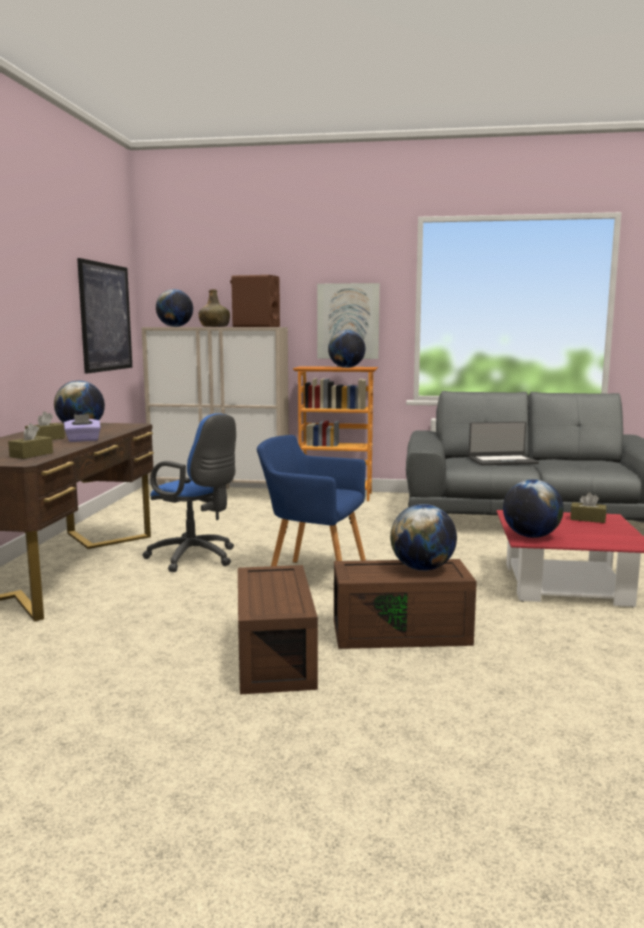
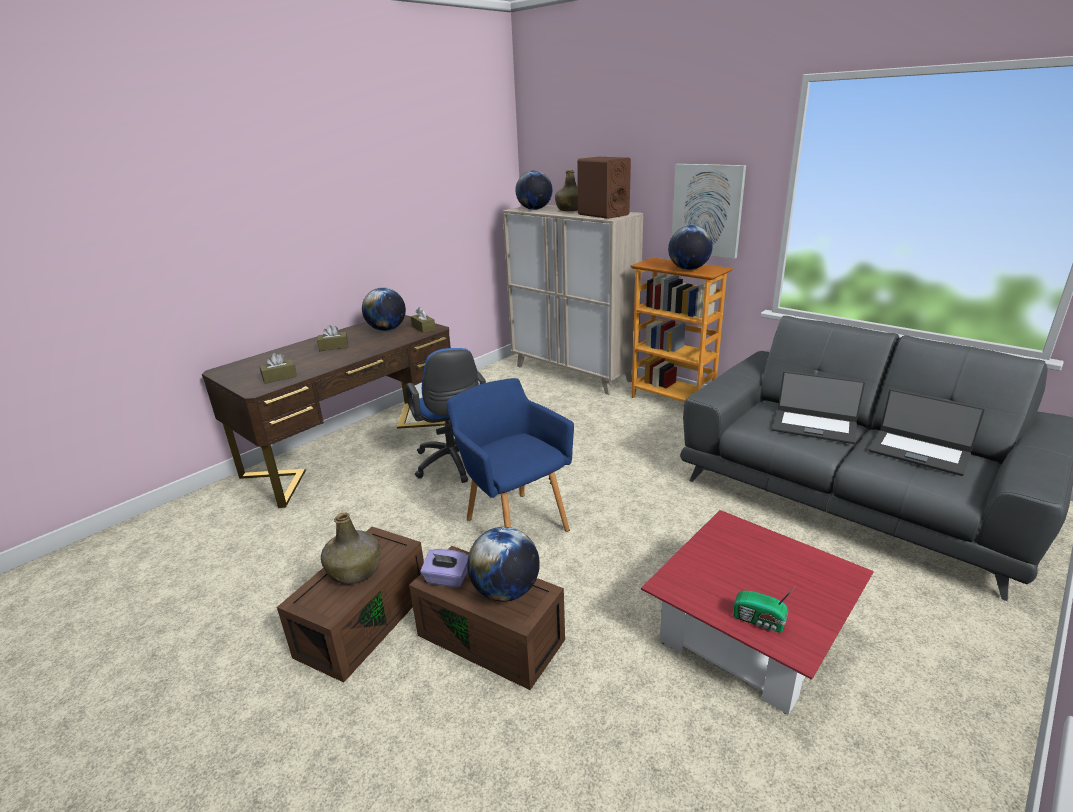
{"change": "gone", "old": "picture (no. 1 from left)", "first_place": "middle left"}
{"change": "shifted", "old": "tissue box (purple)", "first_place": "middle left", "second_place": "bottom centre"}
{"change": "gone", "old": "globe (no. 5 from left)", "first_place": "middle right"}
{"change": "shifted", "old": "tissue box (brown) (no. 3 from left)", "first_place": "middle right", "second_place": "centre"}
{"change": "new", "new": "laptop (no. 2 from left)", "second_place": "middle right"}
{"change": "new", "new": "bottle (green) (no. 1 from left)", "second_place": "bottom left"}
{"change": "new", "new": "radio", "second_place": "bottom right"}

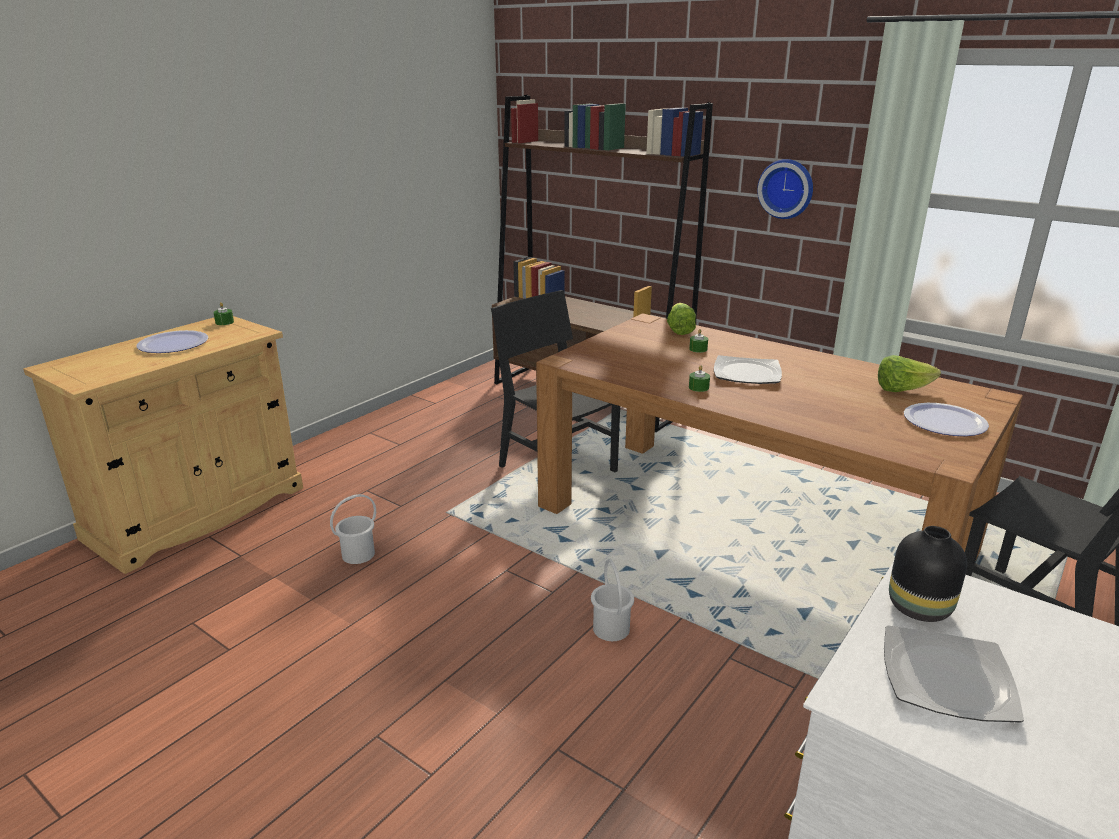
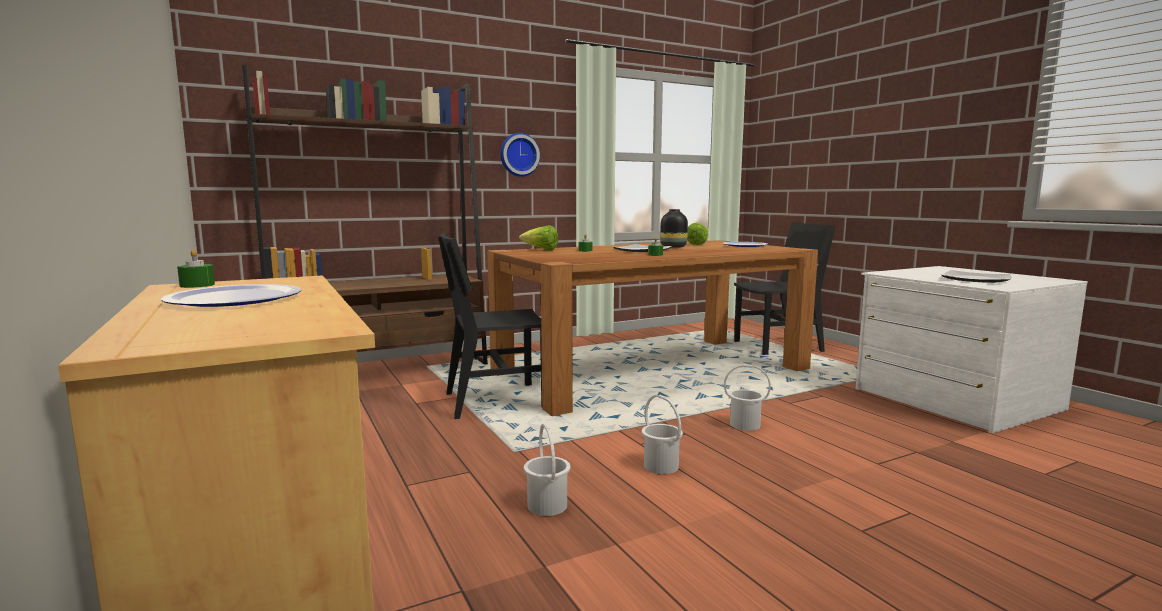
{"change": "shifted", "old": "vase (black)", "first_place": "bottom right", "second_place": "centre"}
{"change": "new", "new": "bucket (white) (no. 2 from left)", "second_place": "bottom centre"}

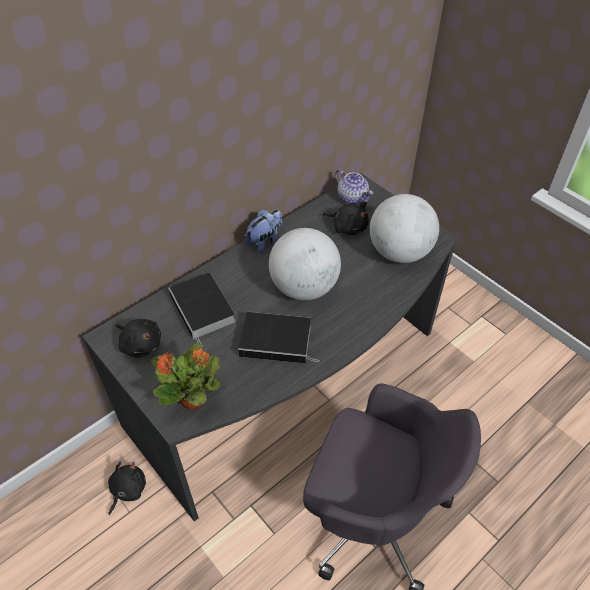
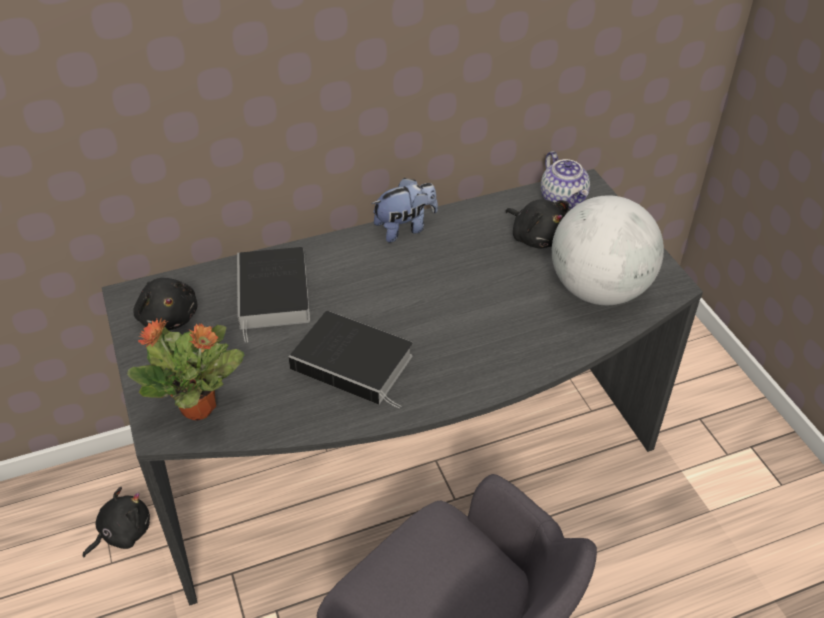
{"change": "gone", "old": "globe (no. 1 from left)", "first_place": "centre"}

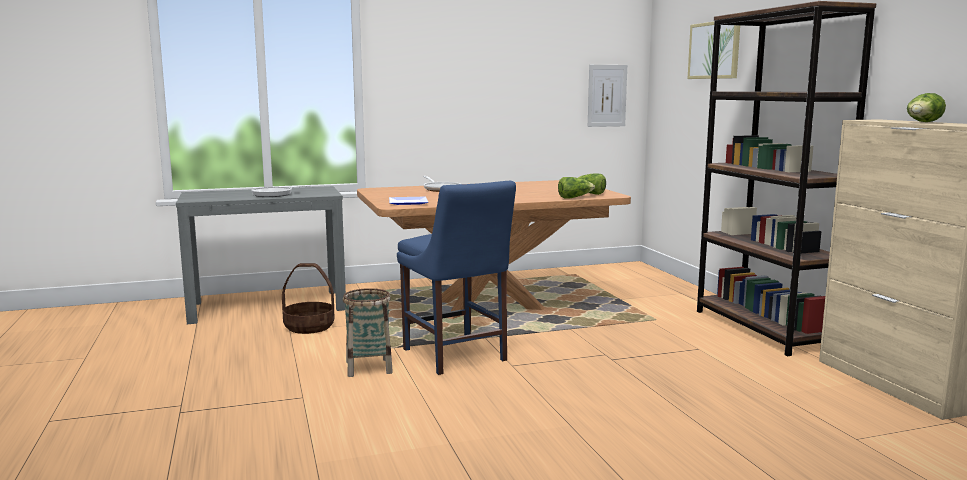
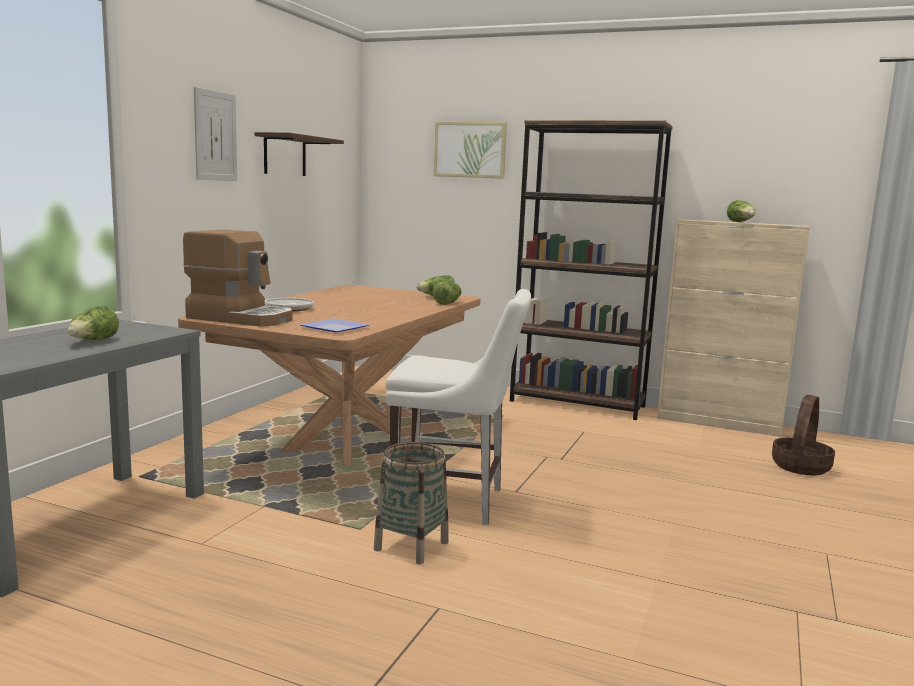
{"change": "shifted", "old": "picture (no. 1 from left)", "first_place": "top centre", "second_place": "top left"}
{"change": "repainted", "old": "chair (blue)", "new": "chair (white)", "first_place": "centre", "second_place": "centre"}
{"change": "swapped", "old": "frying pan (no. 1 from left)", "new": "lettuce (no. 1 from left)", "first_place": "middle left", "second_place": "middle left"}
{"change": "shifted", "old": "basket (no. 1 from left in the first image)", "new": "basket (no. 2 from left)", "first_place": "middle left", "second_place": "middle right"}
{"change": "new", "new": "shelf", "second_place": "top left"}
{"change": "new", "new": "coffee machine", "second_place": "middle left"}

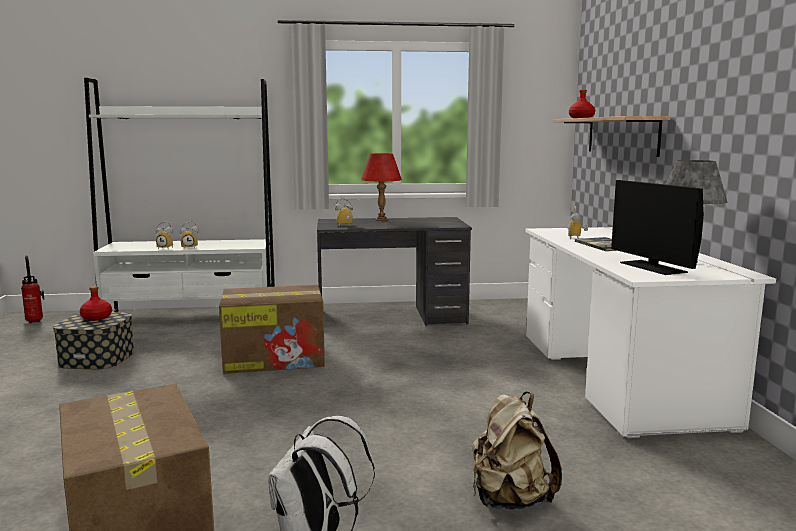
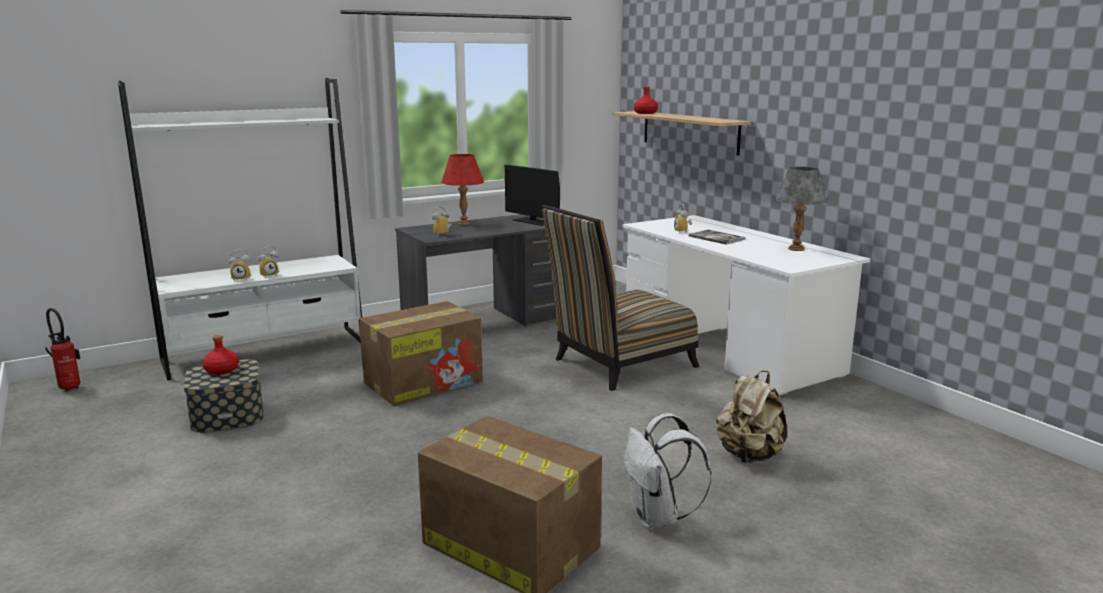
{"change": "shifted", "old": "monitor", "first_place": "middle right", "second_place": "top centre"}
{"change": "new", "new": "chair", "second_place": "centre"}

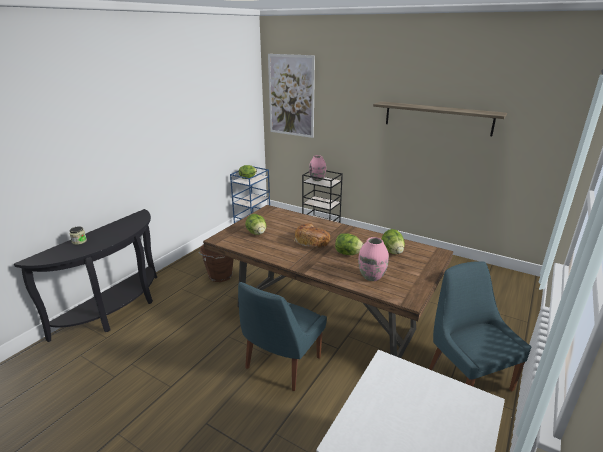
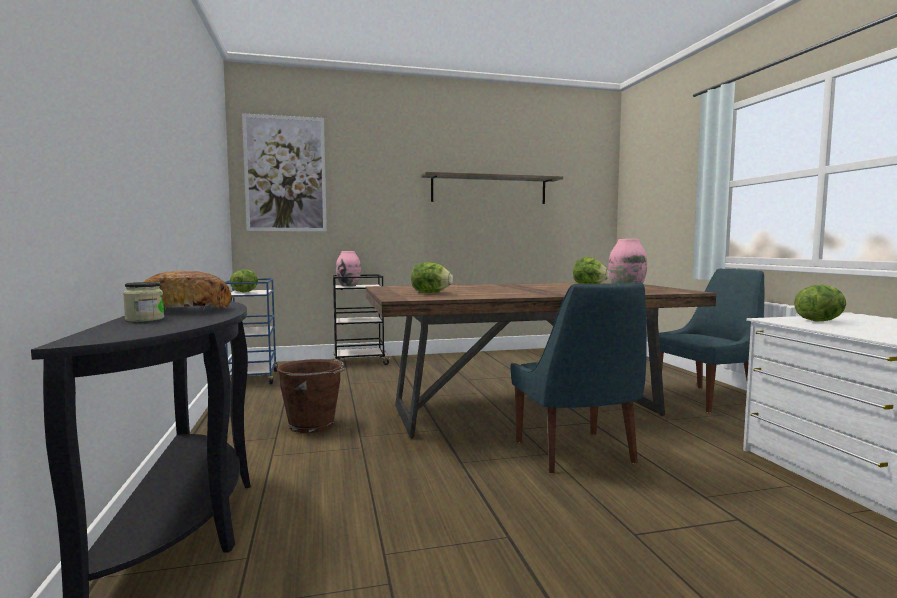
{"change": "shifted", "old": "bread", "first_place": "centre", "second_place": "middle left"}
{"change": "shifted", "old": "lettuce (no. 3 from left in the first image)", "new": "lettuce (no. 4 from left)", "first_place": "centre", "second_place": "middle right"}
{"change": "rotated", "old": "chair (blue) (no. 2 from left)", "first_place": "bottom right", "second_place": "middle right", "degrees": 135}

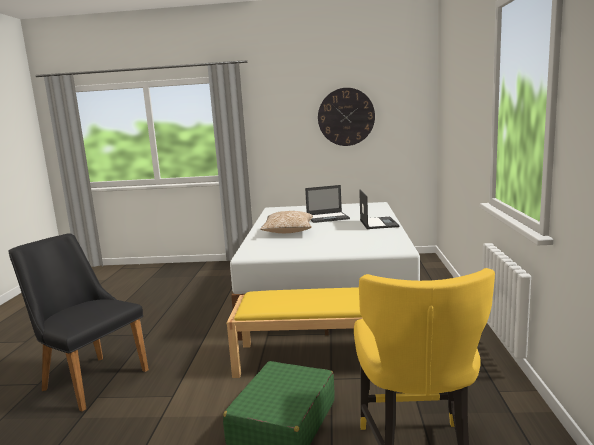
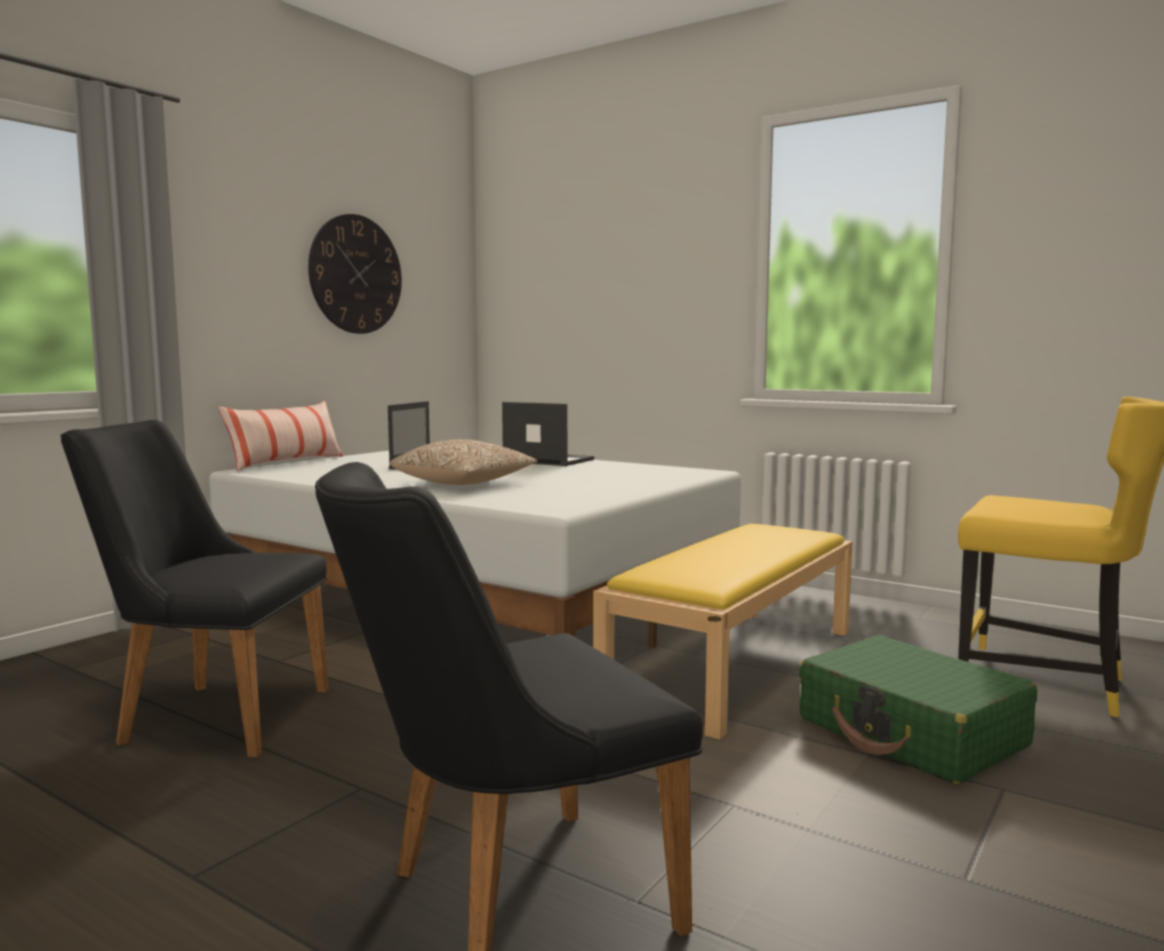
{"change": "new", "new": "pillow (no. 1 from left)", "second_place": "middle left"}
{"change": "new", "new": "chair (black) (no. 1 from left)", "second_place": "middle left"}

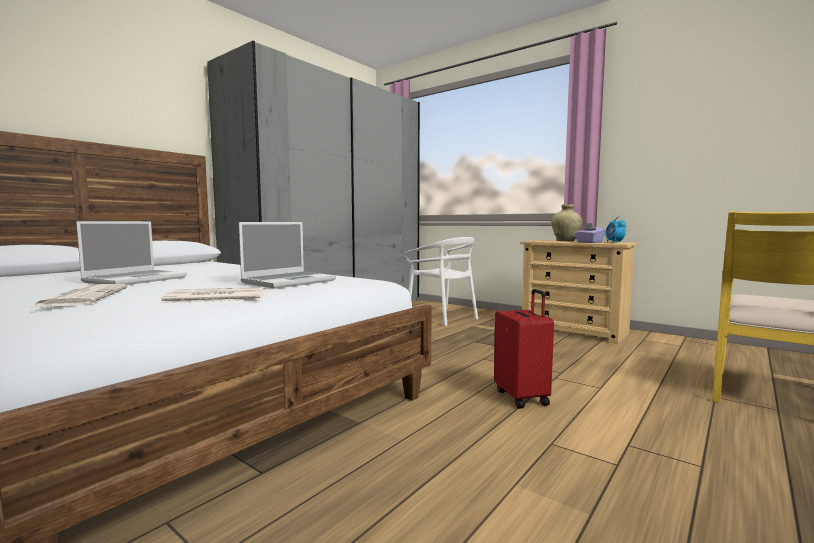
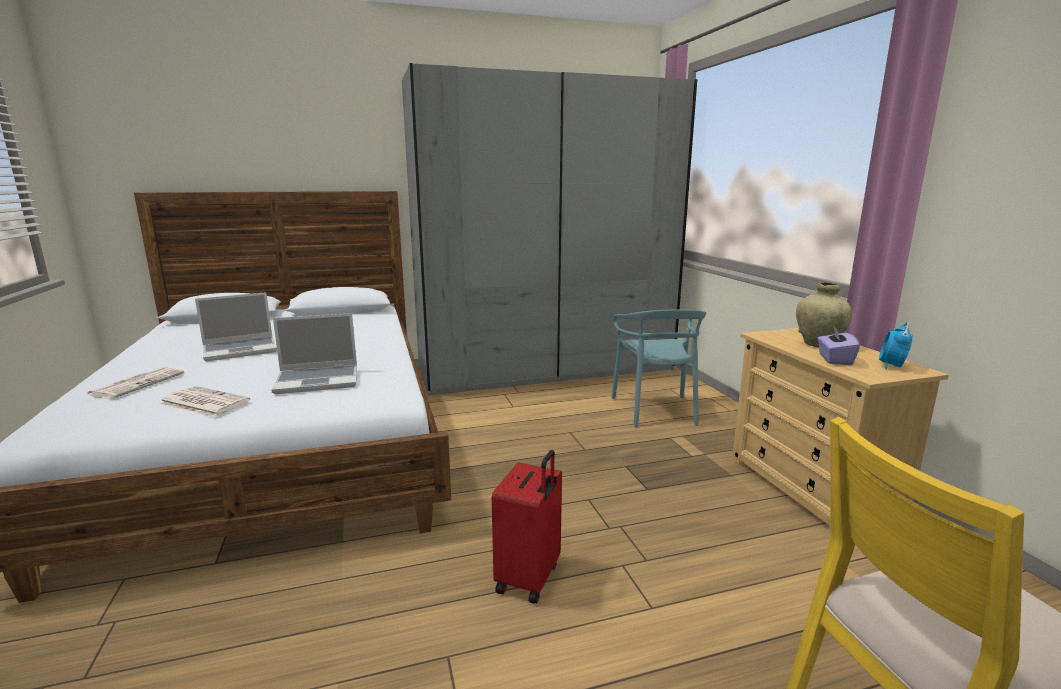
{"change": "repainted", "old": "chair (white)", "new": "chair (turquoise)", "first_place": "centre", "second_place": "centre"}

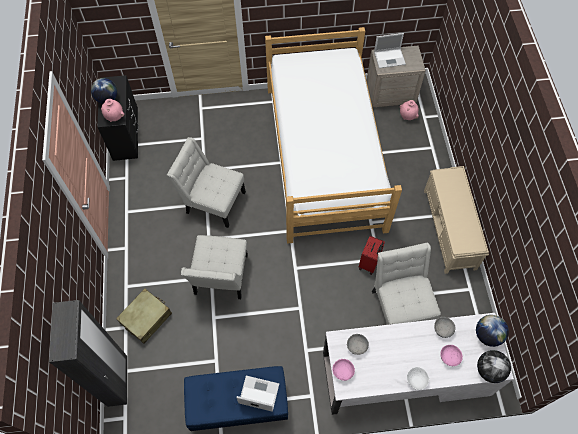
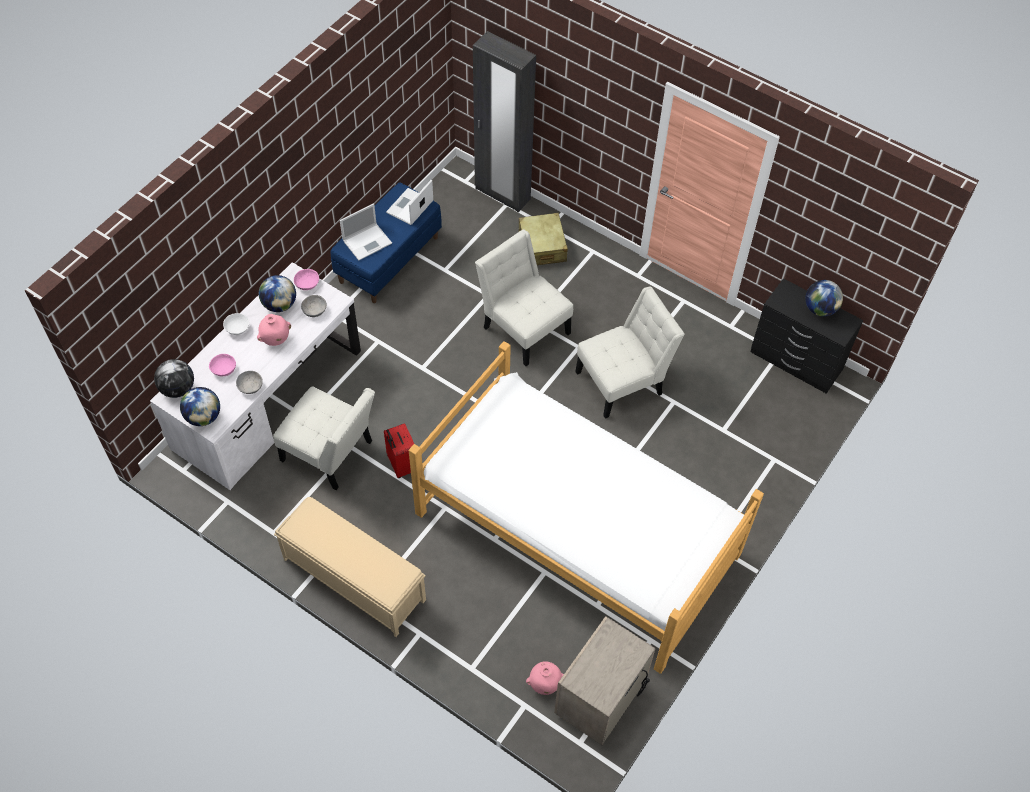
{"change": "shifted", "old": "laptop (no. 2 from left)", "first_place": "top right", "second_place": "top centre"}
{"change": "shifted", "old": "vase (pink) (no. 1 from left)", "first_place": "top left", "second_place": "middle left"}
{"change": "new", "new": "globe (no. 3 from left)", "second_place": "middle left"}

